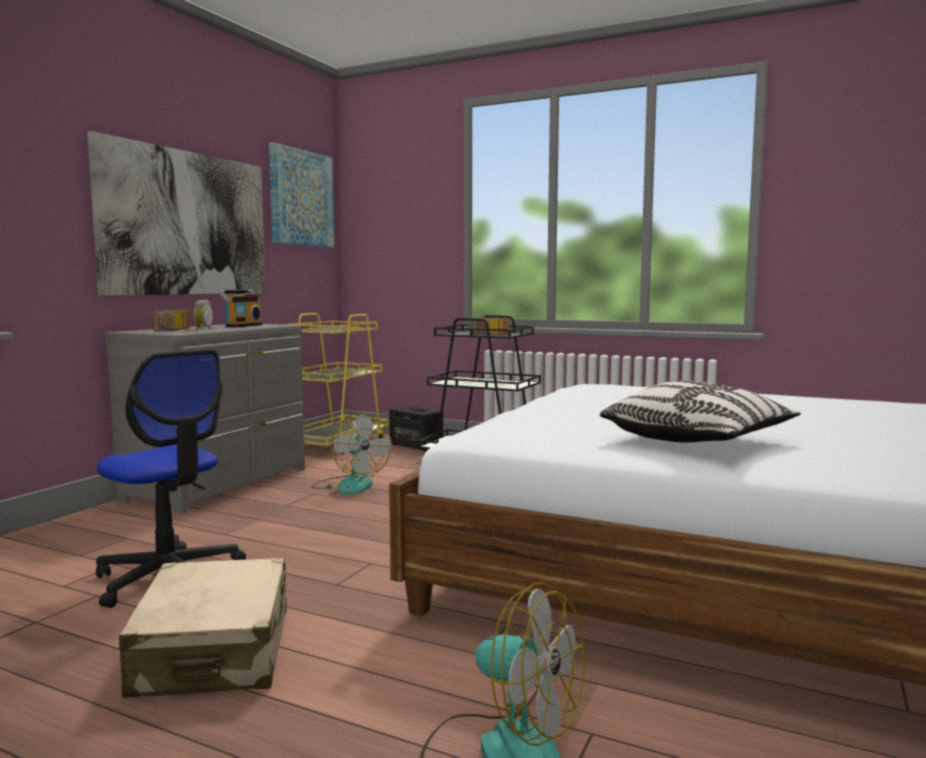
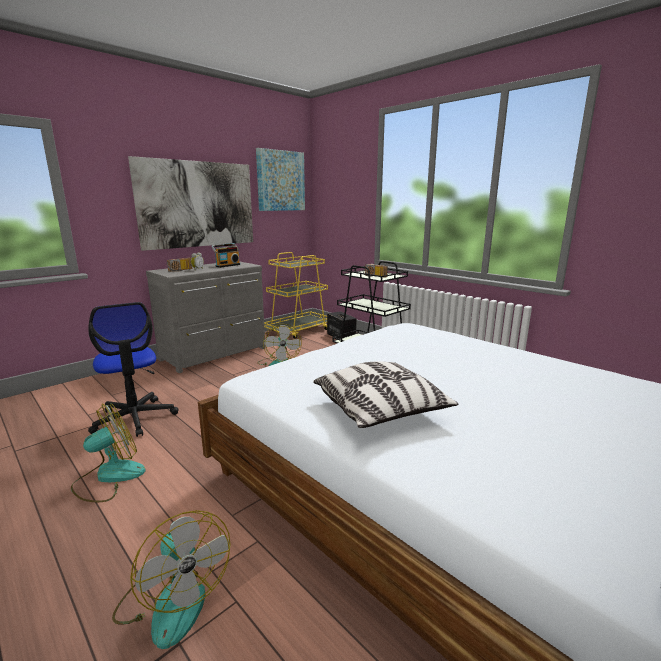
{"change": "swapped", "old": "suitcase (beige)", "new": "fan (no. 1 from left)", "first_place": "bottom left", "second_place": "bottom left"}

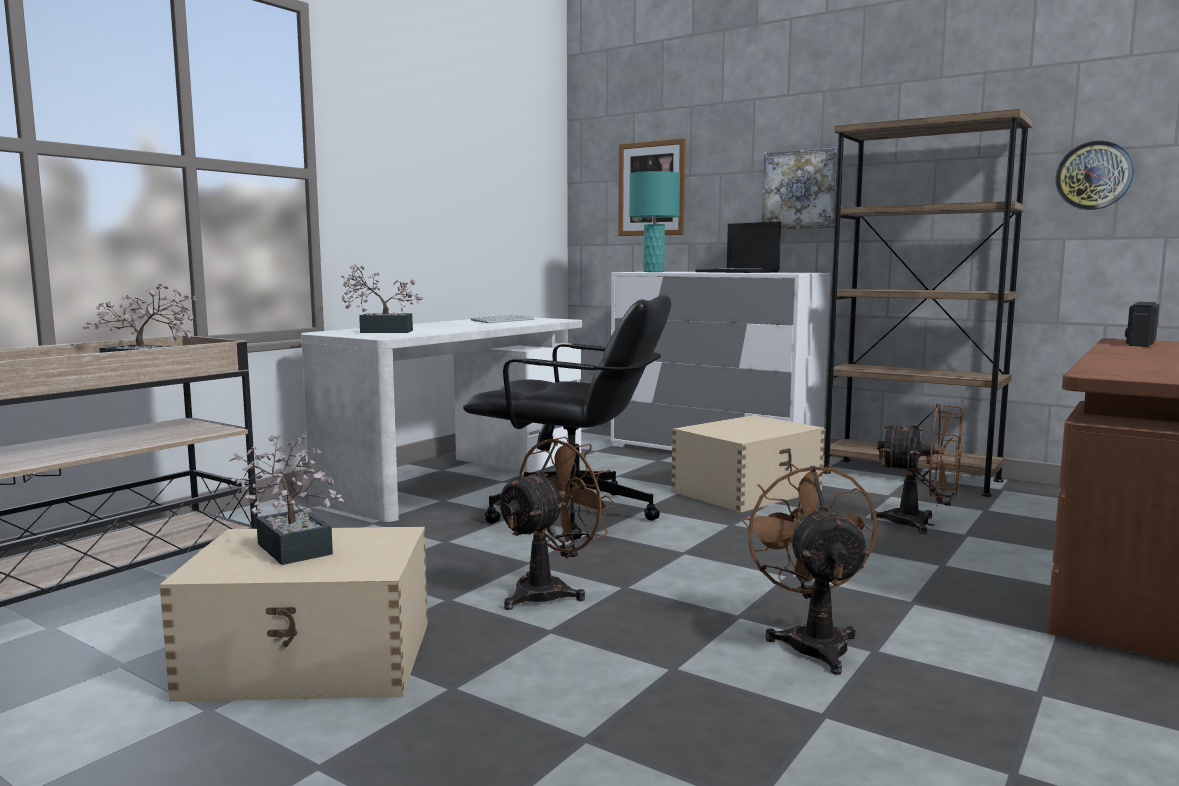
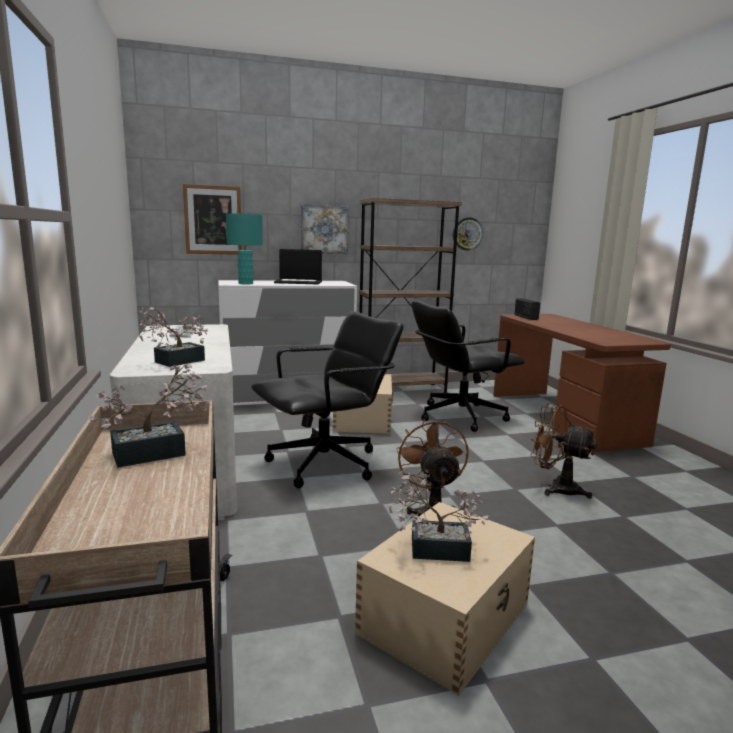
{"change": "swapped", "old": "fan (brown) (no. 3 from left)", "new": "office chair (black) (no. 2 from left)", "first_place": "middle right", "second_place": "centre"}

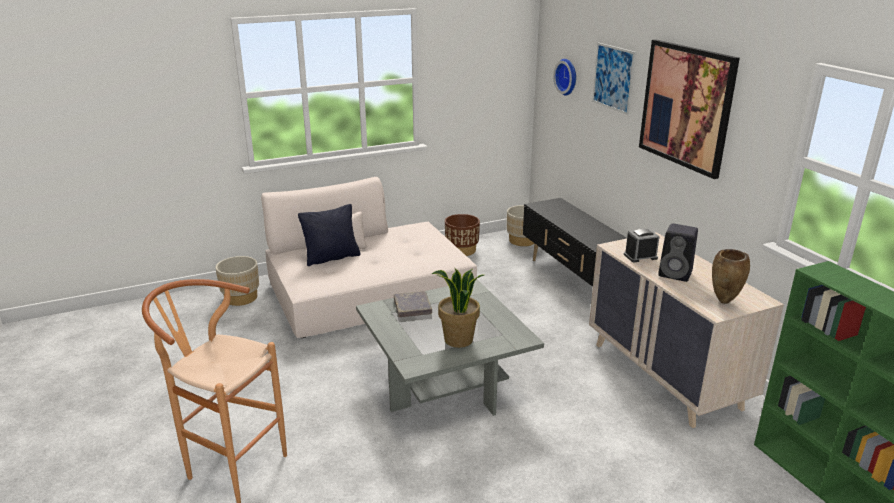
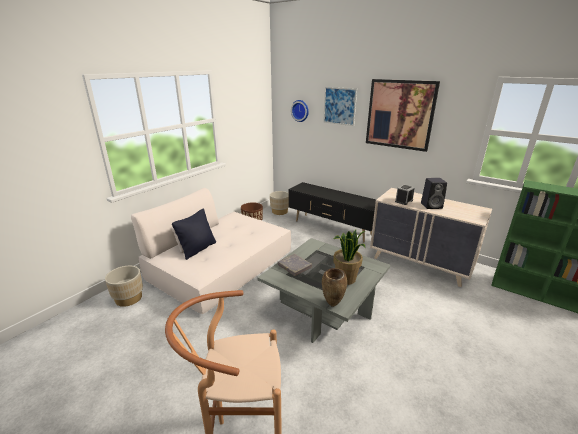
{"change": "shifted", "old": "vase (brown)", "first_place": "middle right", "second_place": "centre"}

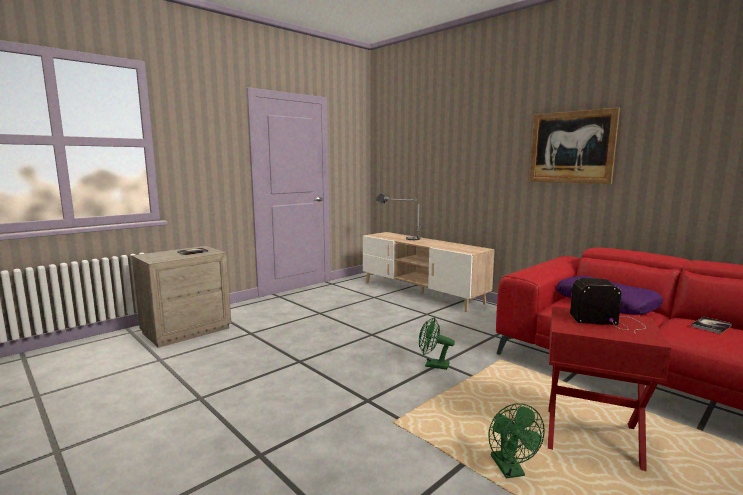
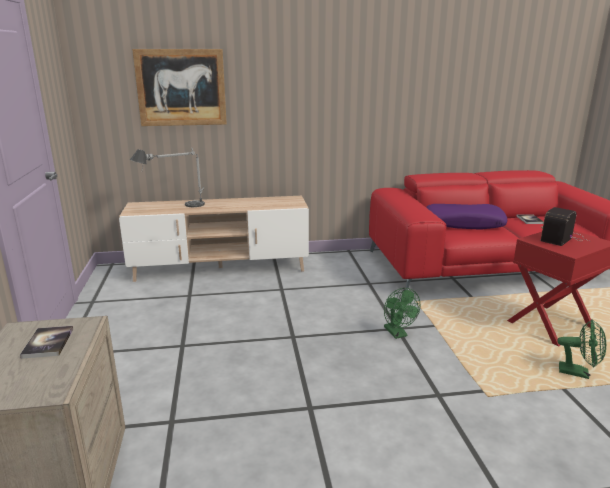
{"change": "shifted", "old": "picture", "first_place": "top right", "second_place": "top left"}
{"change": "rotated", "old": "fan (green) (no. 1 from left)", "first_place": "bottom centre", "second_place": "centre", "degrees": -75}

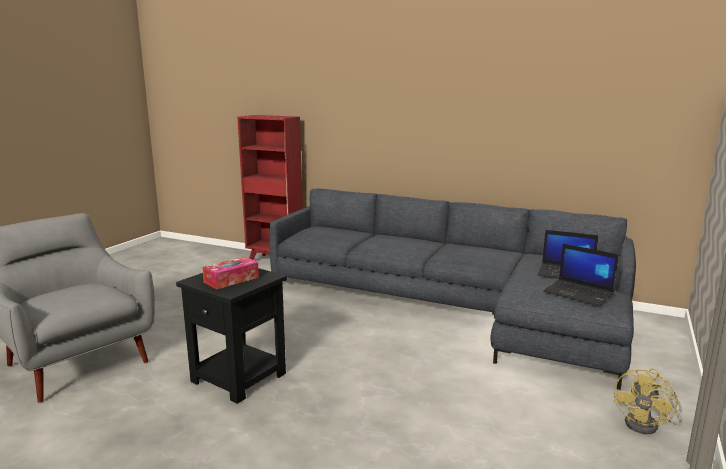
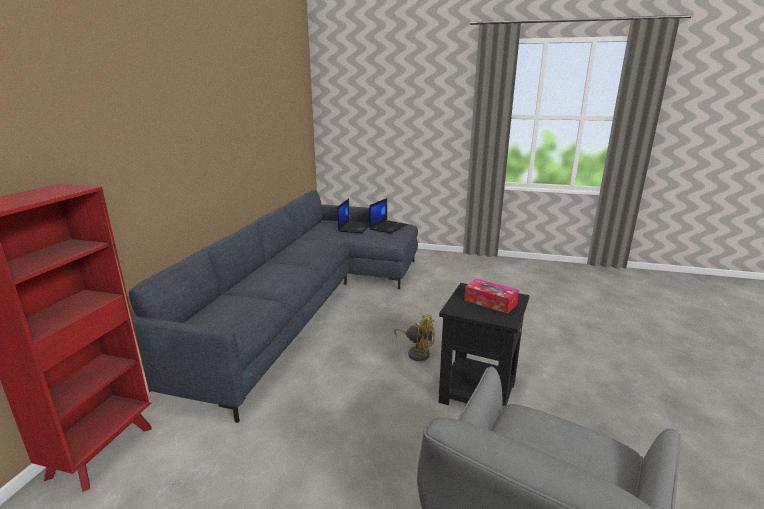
{"change": "shifted", "old": "fan (yellow)", "first_place": "bottom right", "second_place": "centre"}

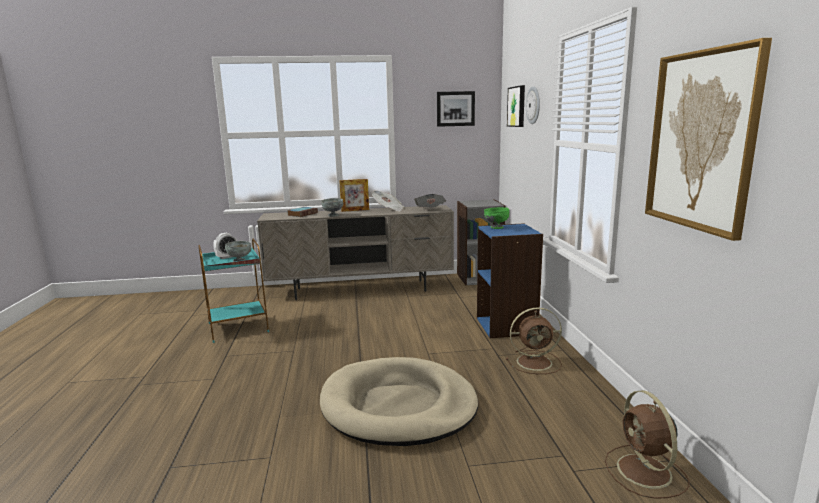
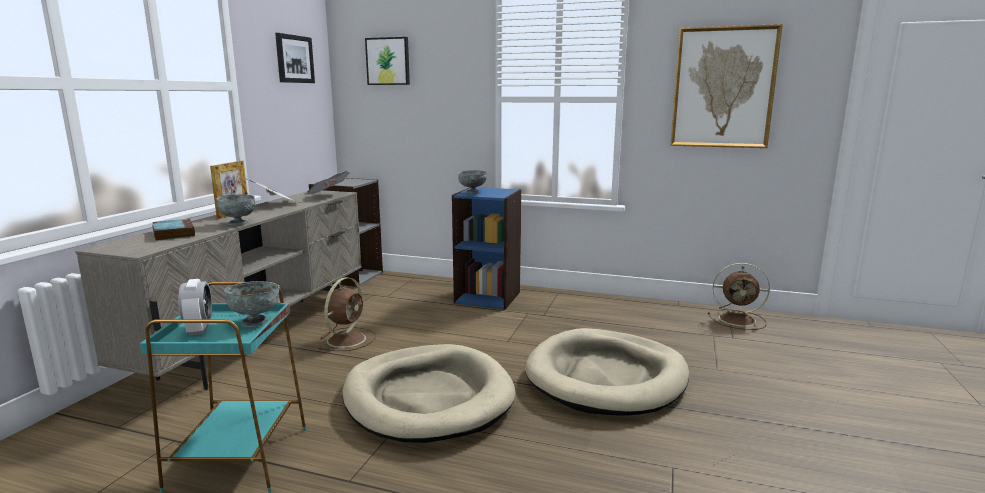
{"change": "gone", "old": "wall clock", "first_place": "top centre"}
{"change": "repainted", "old": "bowl (green)", "new": "bowl (grey) (no. 3 from left)", "first_place": "centre", "second_place": "centre"}
{"change": "shifted", "old": "fan (brown) (no. 1 from left)", "first_place": "bottom centre", "second_place": "centre"}
{"change": "new", "new": "dog bed (beige) (no. 1 from left)", "second_place": "bottom centre"}

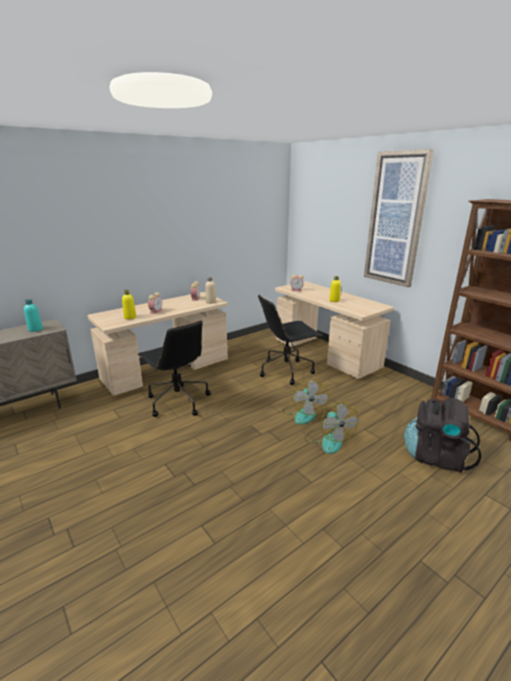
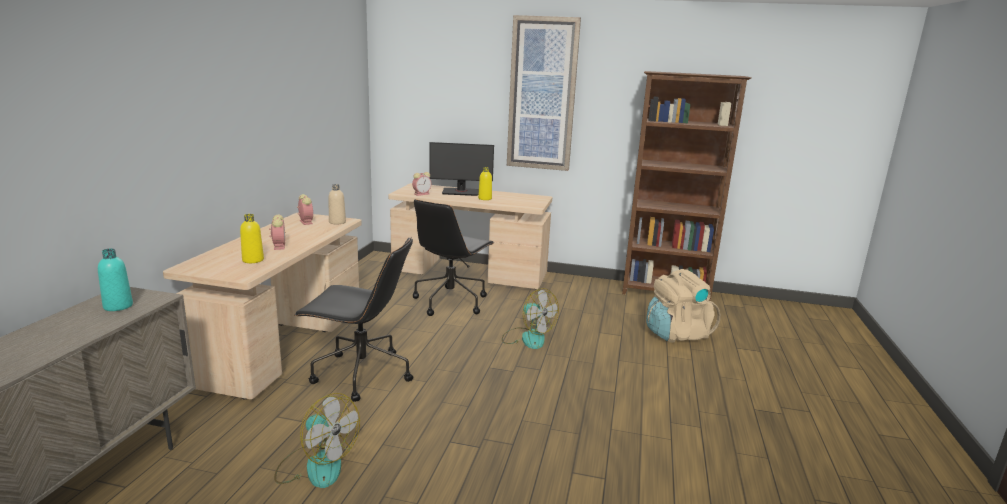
{"change": "repainted", "old": "backpack (black)", "new": "backpack (beige)", "first_place": "middle right", "second_place": "middle right"}
{"change": "shifted", "old": "fan (no. 2 from left in the first image)", "new": "fan (no. 1 from left)", "first_place": "centre", "second_place": "bottom left"}
{"change": "new", "new": "monitor", "second_place": "centre"}

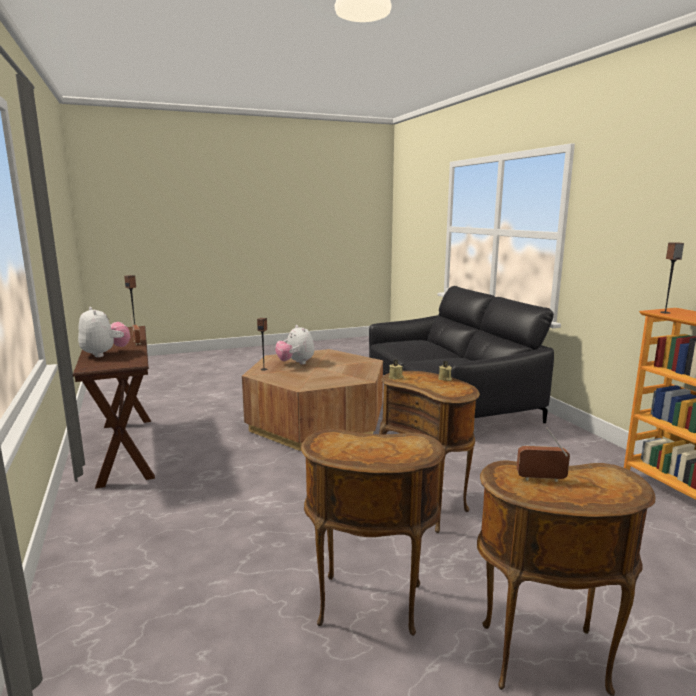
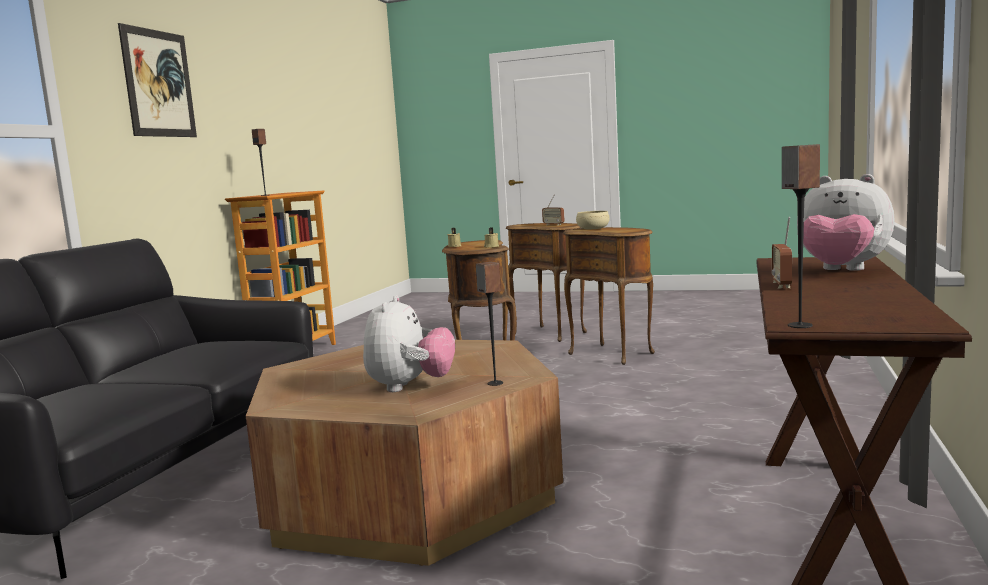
{"change": "rotated", "old": "plush toy (no. 1 from left in the first image)", "first_place": "middle left", "second_place": "middle right", "degrees": -60}
{"change": "new", "new": "picture", "second_place": "top left"}
{"change": "new", "new": "bowl (beige)", "second_place": "centre"}

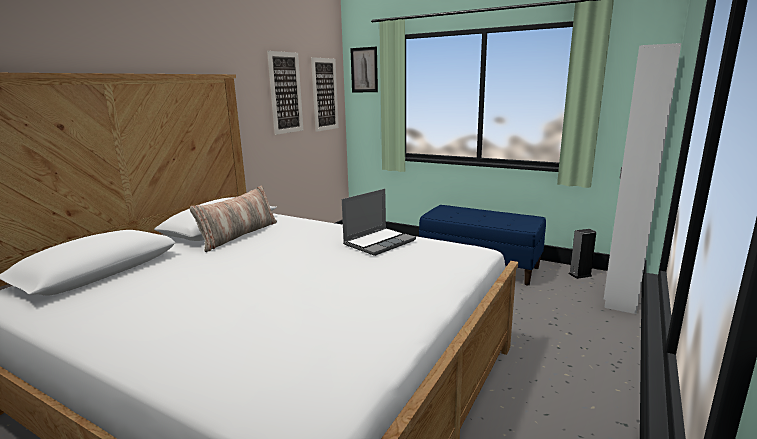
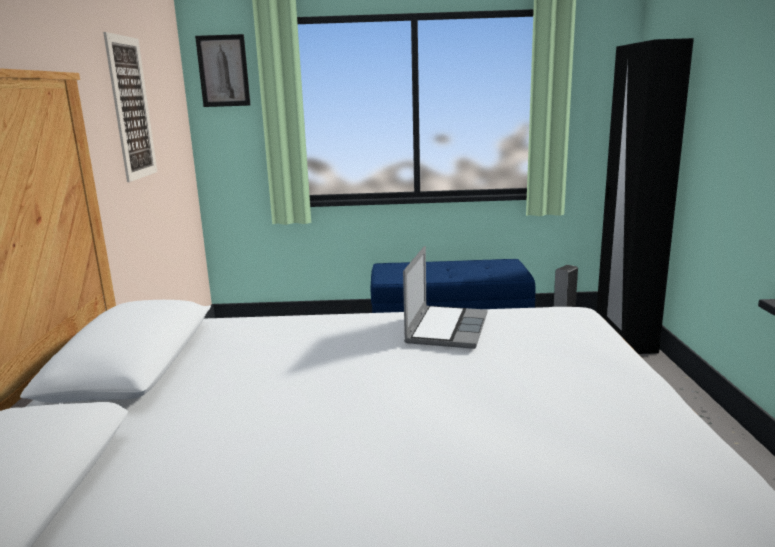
{"change": "repainted", "old": "wardrobe (white)", "new": "wardrobe (black)", "first_place": "middle right", "second_place": "middle right"}
{"change": "gone", "old": "picture (no. 2 from left)", "first_place": "top centre"}
{"change": "gone", "old": "pillow", "first_place": "middle left"}

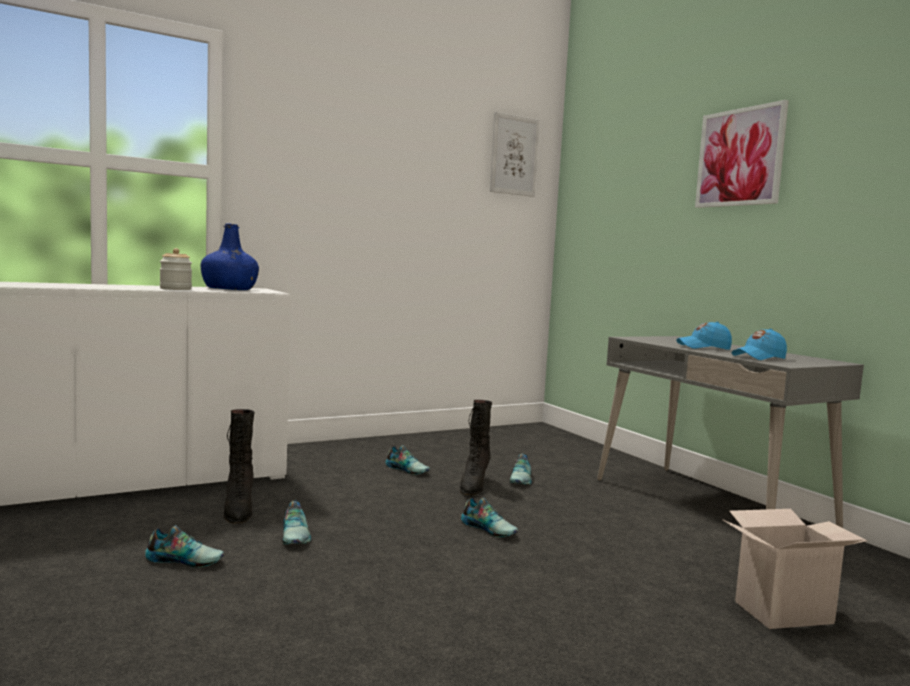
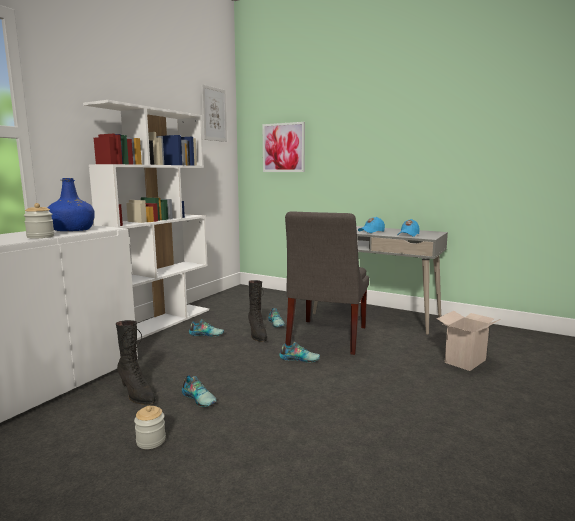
{"change": "shifted", "old": "picture (no. 2 from left)", "first_place": "top right", "second_place": "top centre"}
{"change": "swapped", "old": "shoe (no. 1 from left)", "new": "jar (no. 2 from left)", "first_place": "bottom left", "second_place": "bottom left"}
{"change": "new", "new": "bookcase (white)", "second_place": "middle left"}
{"change": "new", "new": "chair (grey)", "second_place": "centre"}

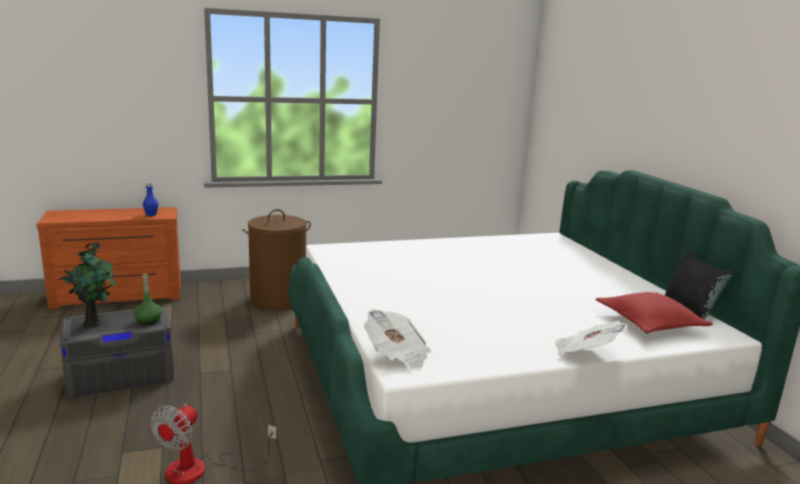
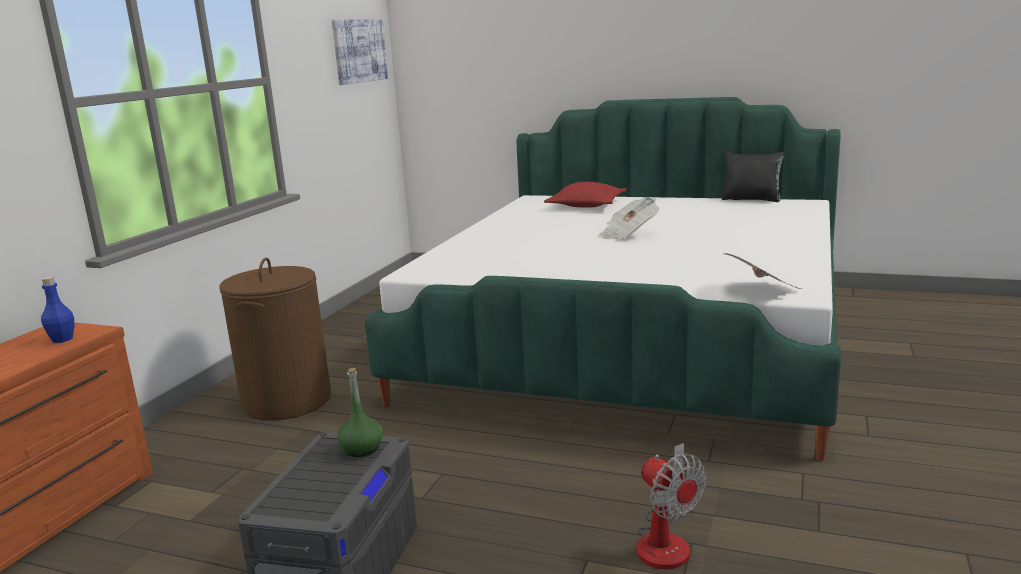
{"change": "gone", "old": "potted plant", "first_place": "middle left"}
{"change": "shifted", "old": "pillow (red)", "first_place": "middle right", "second_place": "centre"}
{"change": "shifted", "old": "newspaper (no. 2 from left in the first image)", "new": "newspaper (no. 1 from left)", "first_place": "bottom right", "second_place": "centre"}
{"change": "new", "new": "picture", "second_place": "top centre"}

